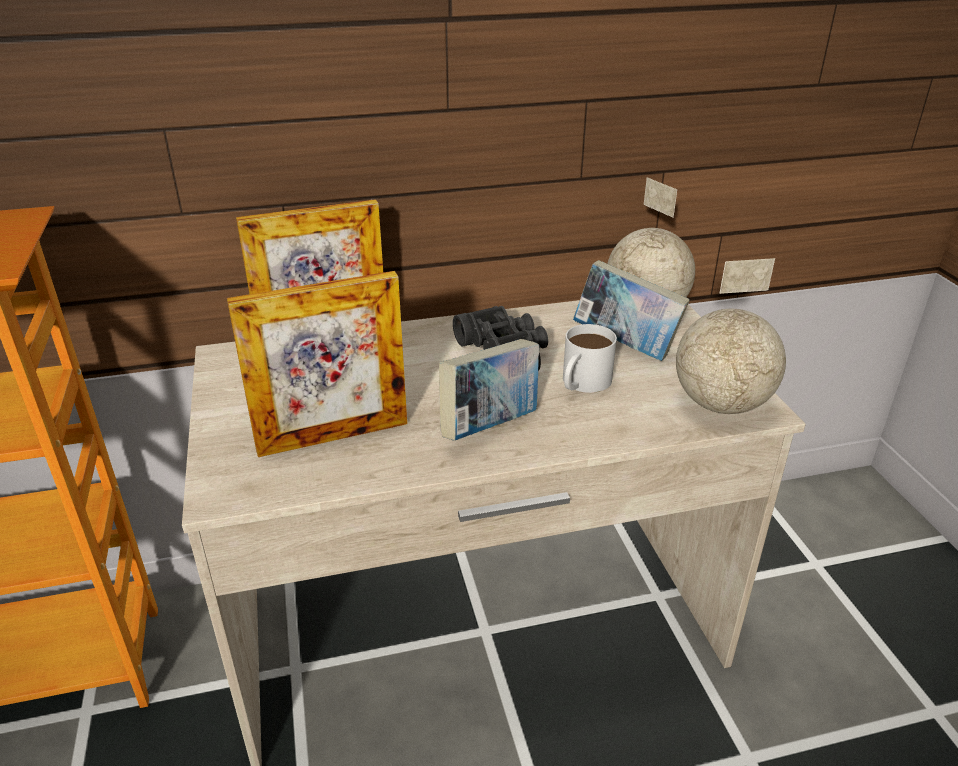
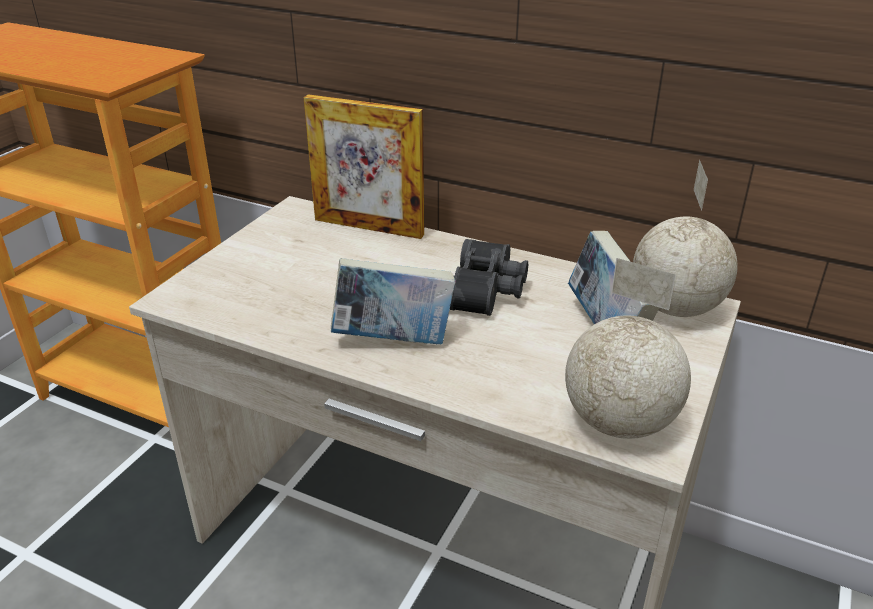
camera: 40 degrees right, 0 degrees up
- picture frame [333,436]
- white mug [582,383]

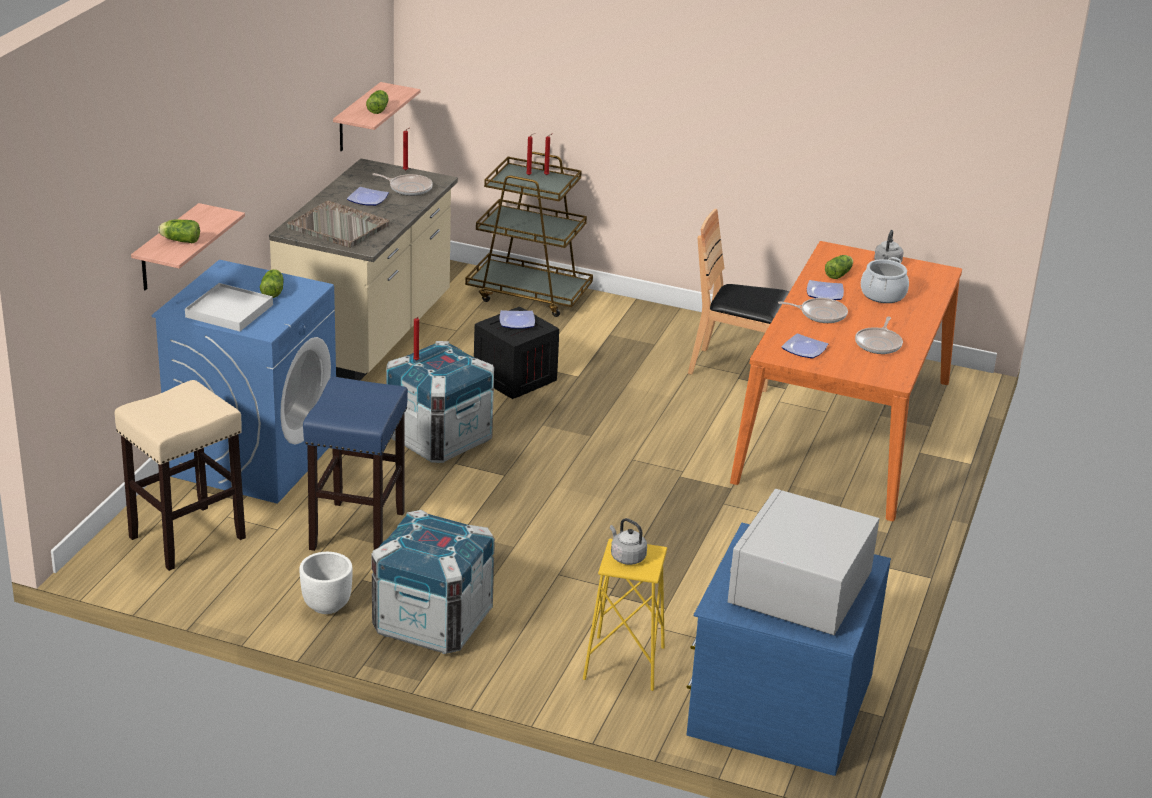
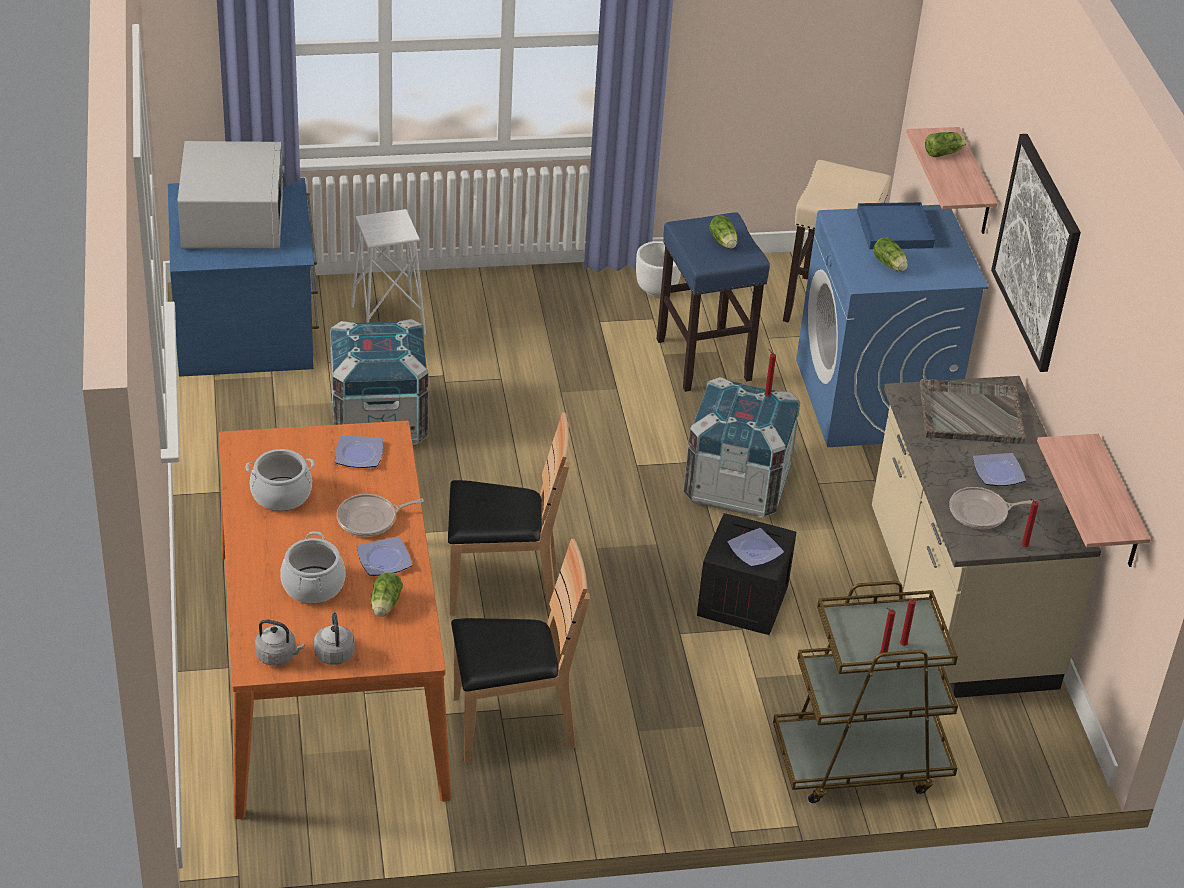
camera: 150 degrees right, 10 degrees up
+ brown chair [501,587]
+ picture [1037,252]
~ lettuce [378,109] to [724,242]
~ crate [433,622] to [379,421]
~ grey kettle [626,557] to [278,656]
~ frying pan [879,343] to cooking pot [281,495]
~ white tray [229,311] to blue tray [894,229]
~ yellow stool [624,663] to white stool [388,320]

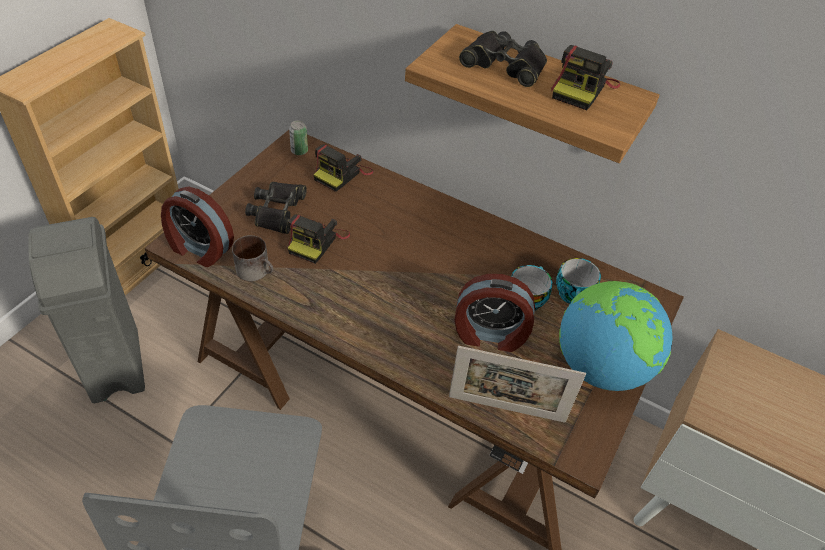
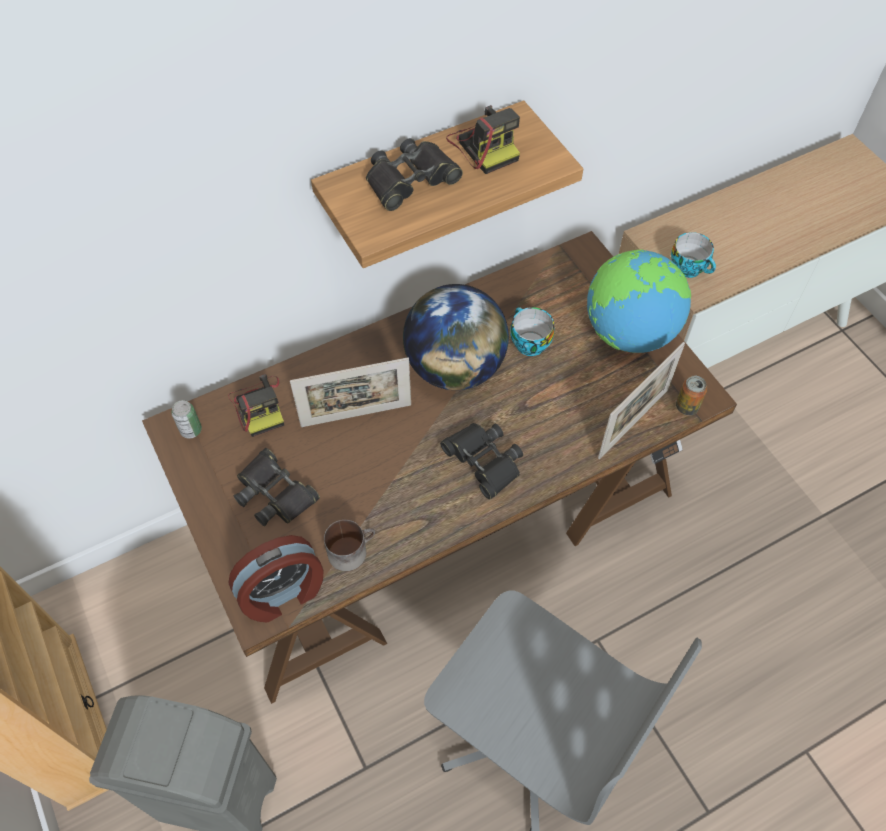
camera: 55 degrees left, 10 degrees up
- photo camera [317,241]
- alarm clock [490,334]
+ picture frame [356,415]
+ globe [455,368]
+ black binoculars [483,461]
+ can [687,406]
~ cup [574,296] to [689,268]

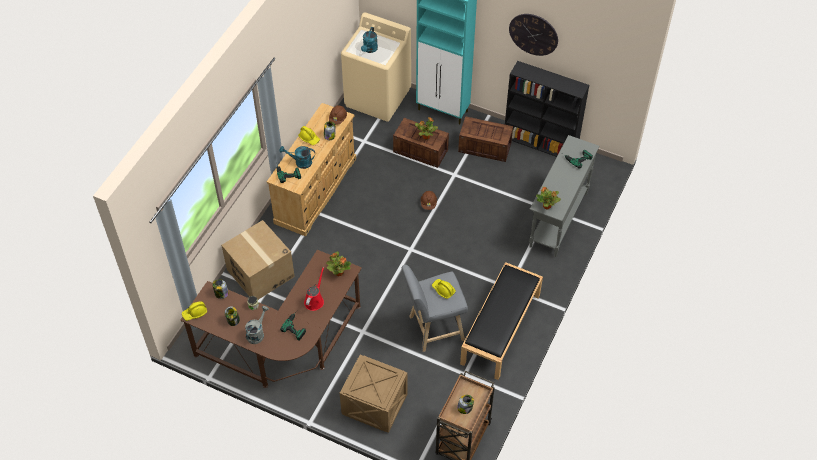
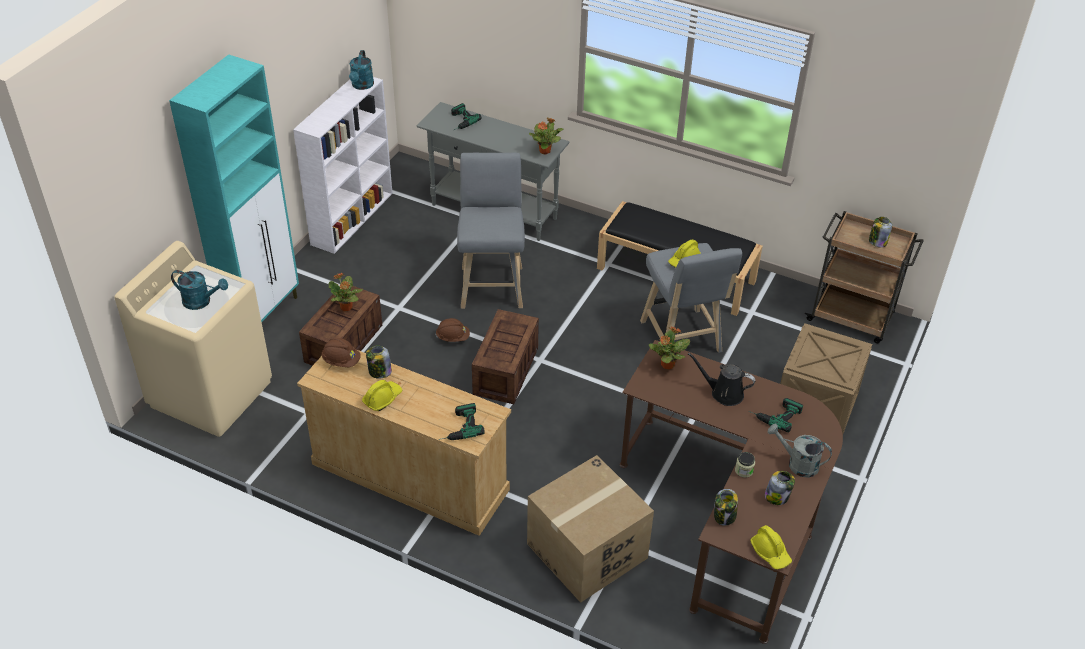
camera: 90 degrees left, 10 degrees down
- wall clock [533,34]
+ grey stool [492,284]
~ turquoise watering can [300,162] to [362,86]
~ crate [485,147] to [506,370]
~ red watering can [314,300] to black watering can [723,393]
~ black bookcase [541,143] to white bookcase [352,218]

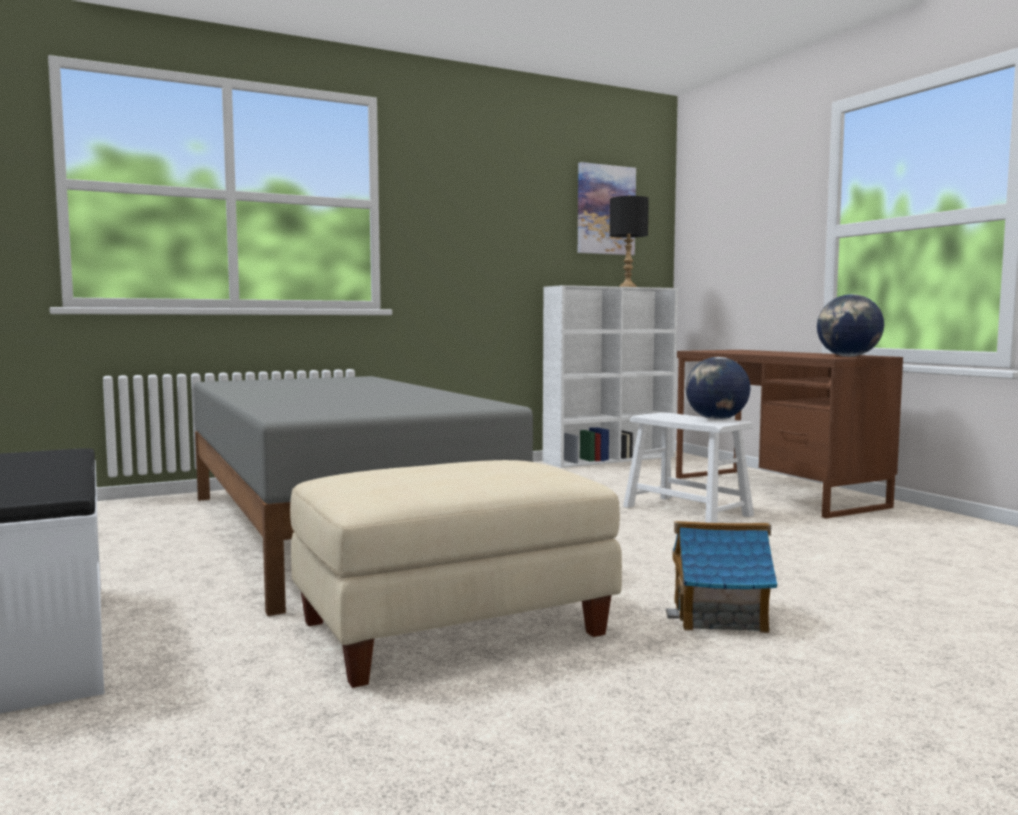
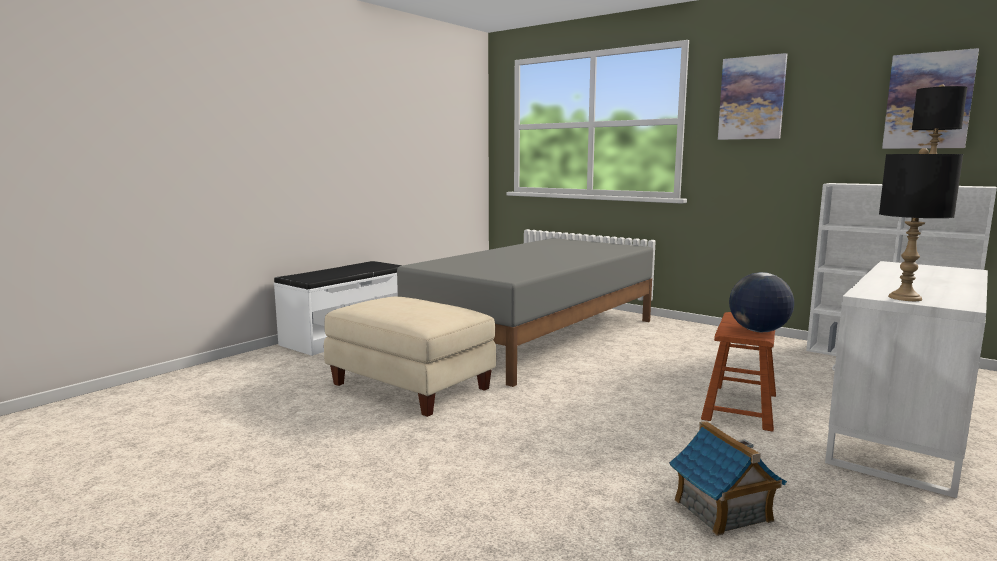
camera: 65 degrees right, 5 degrees up
+ picture [752,98]
~ toy house [720,616] to [722,511]
~ globe [848,356] to black table lamp [904,298]
~ white stool [687,511] to brown stool [740,406]
~ brown desk [775,491] to white desk [901,433]

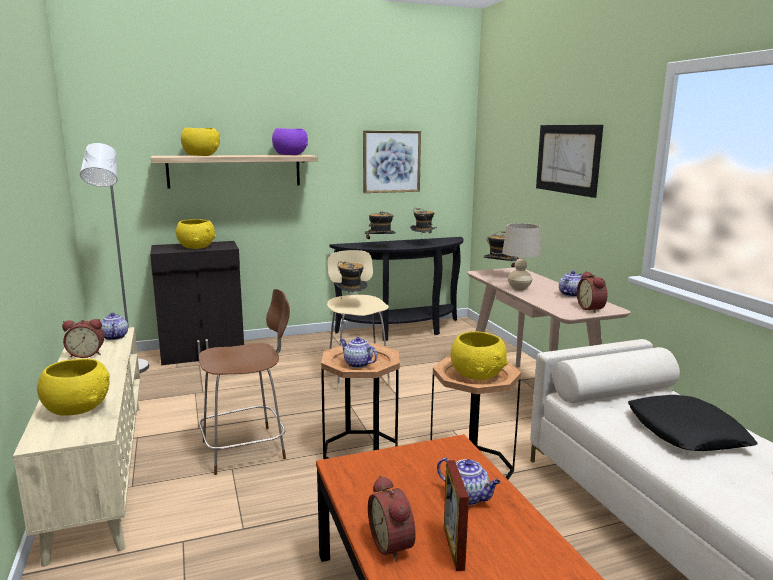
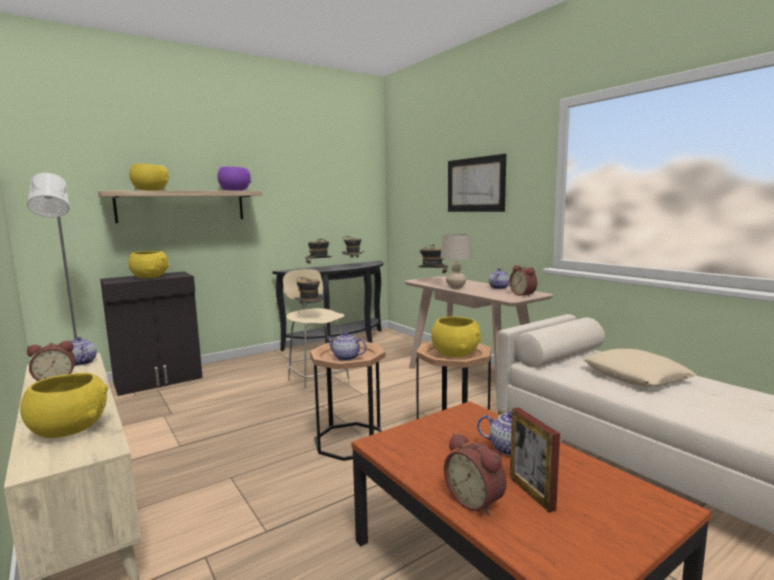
camera: 15 degrees left, 5 degrees down
- brown stool [247,449]
- picture [391,161]
~ black pillow [686,432] to beige pillow [635,376]

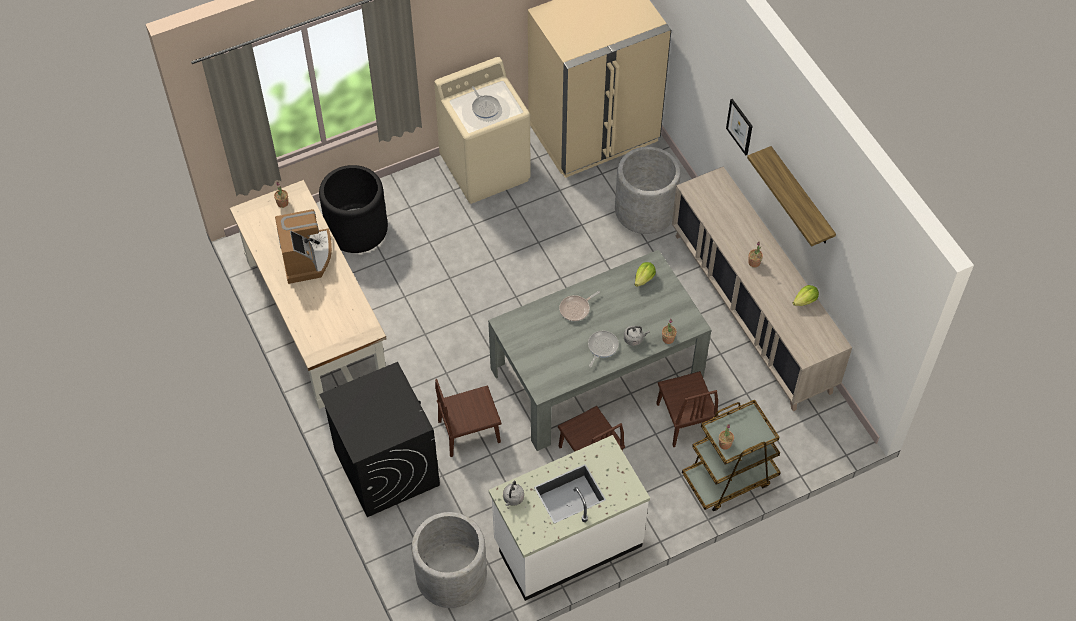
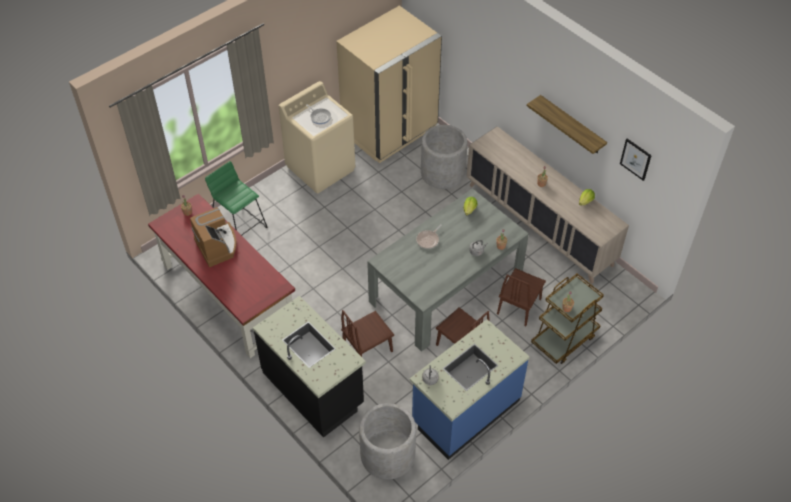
camera: 15 degrees left, 5 degrees down
- frying pan [601,347]
~ picture [740,126] to [635,159]
~ black planter [357,228] to green stool [240,227]
~ black washing machine [386,467] to black counter [313,388]
~ beige desk [315,319] to red desk [227,295]
~ white counter [567,543] to blue counter [465,411]
~ brown chair [684,419] = [519,306] 60 degrees clockwise

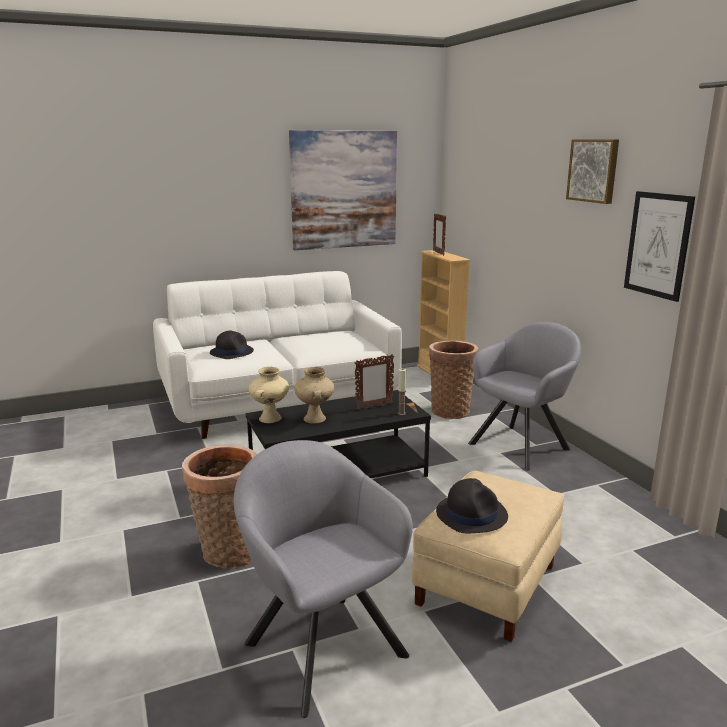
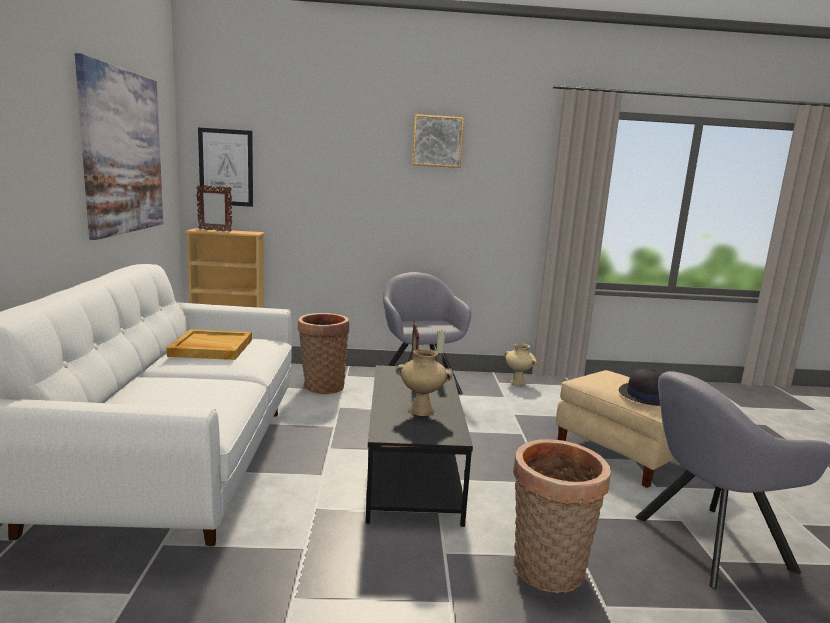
camera: 70 degrees left, 5 degrees down
- black hat [231,352]
+ beige tray [211,348]
~ beige vase [270,419] to [518,382]
~ picture [657,245] to [226,167]

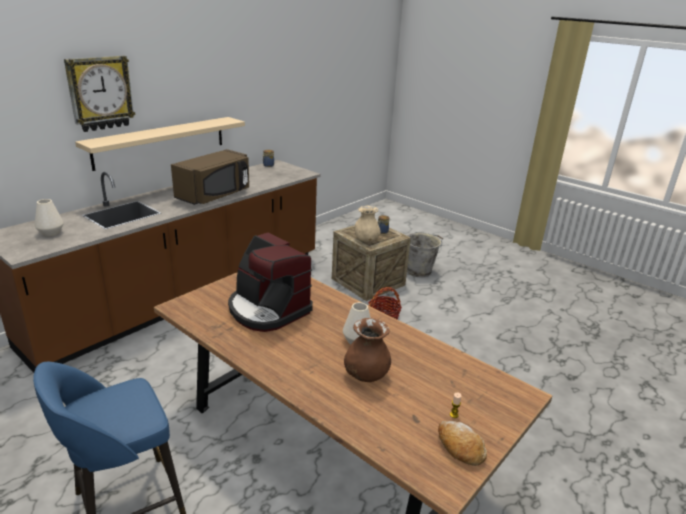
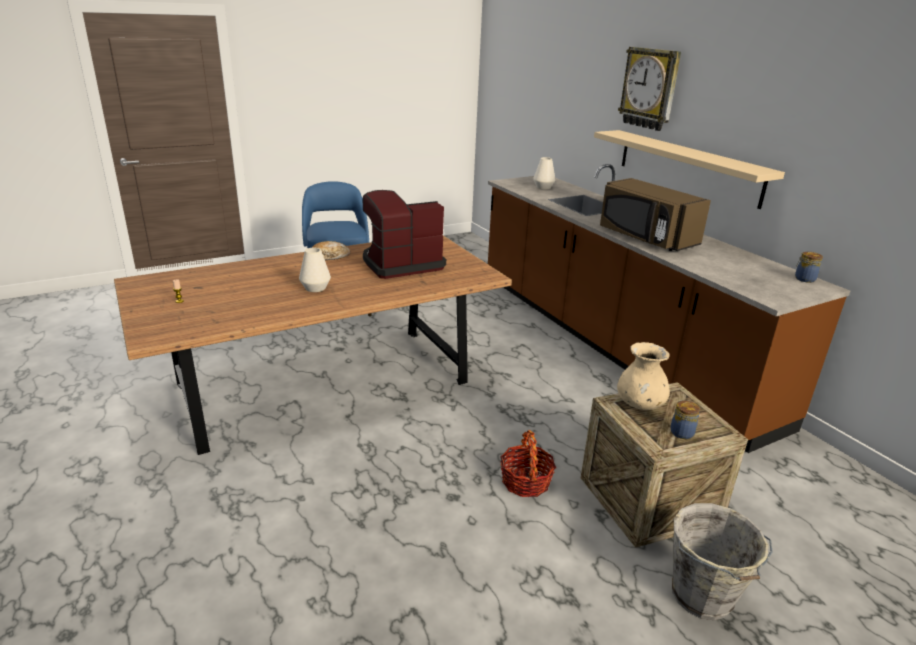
camera: 110 degrees right, 0 degrees up
- brown vase [366,375]
~ bread [459,447] to [329,257]

